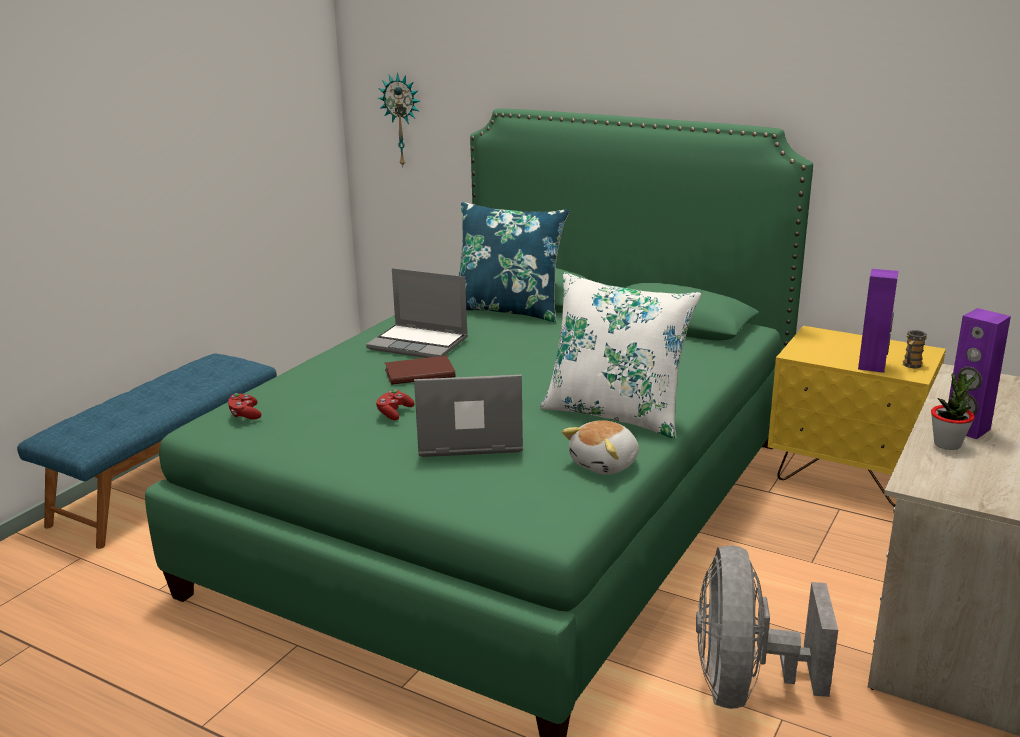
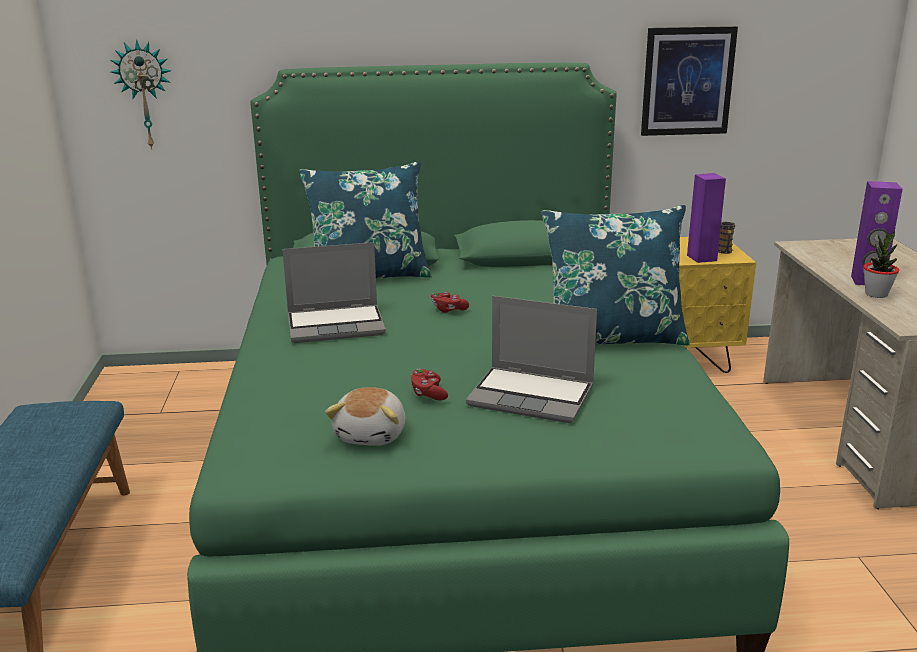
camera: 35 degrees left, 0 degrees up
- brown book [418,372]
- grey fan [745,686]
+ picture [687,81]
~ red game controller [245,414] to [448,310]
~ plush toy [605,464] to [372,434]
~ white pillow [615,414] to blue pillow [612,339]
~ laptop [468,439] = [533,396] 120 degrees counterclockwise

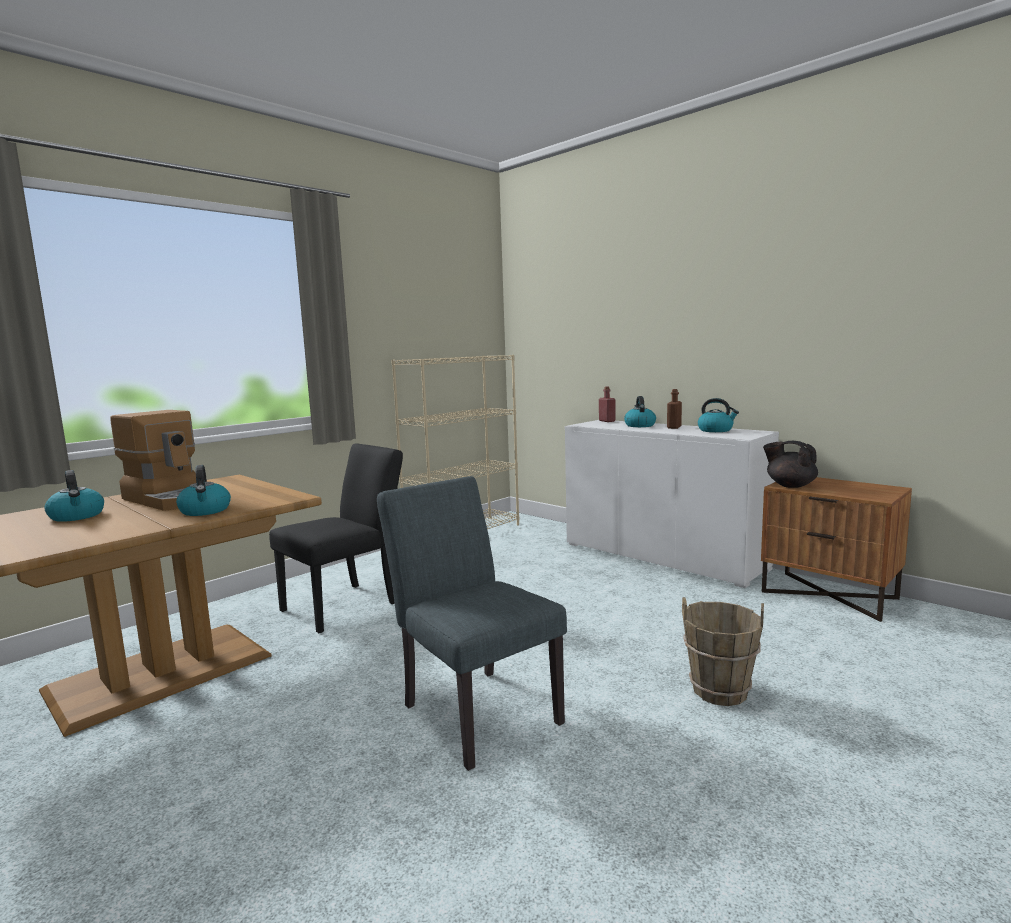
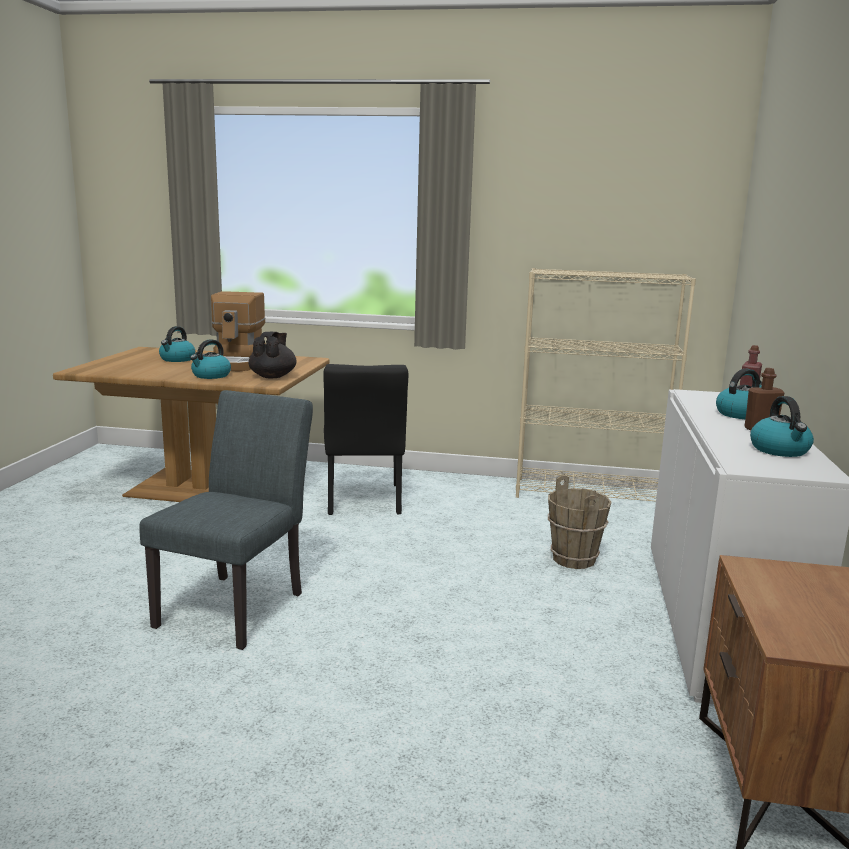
camera: 55 degrees right, 5 degrees up
~ brown bucket [719,690] to [574,559]
~ black teapot [790,485] to [273,376]
~ black chair [347,604] = [364,502] 75 degrees clockwise

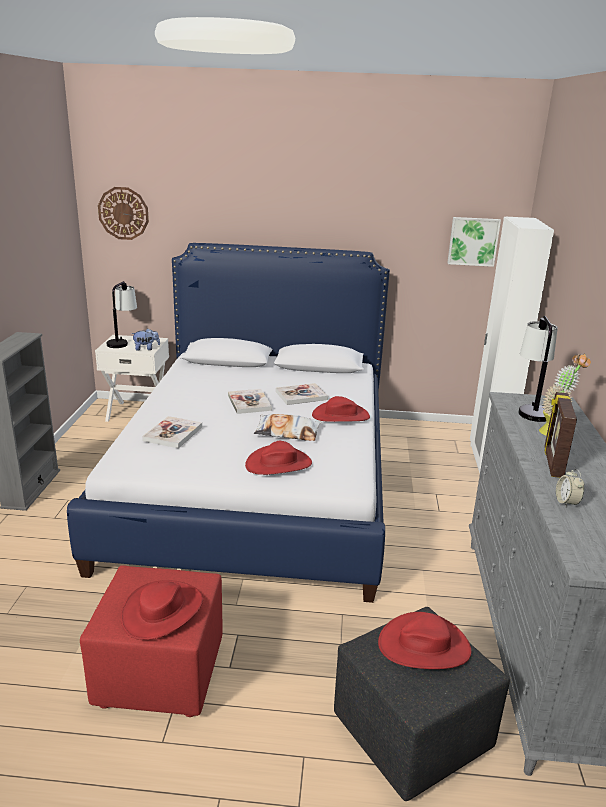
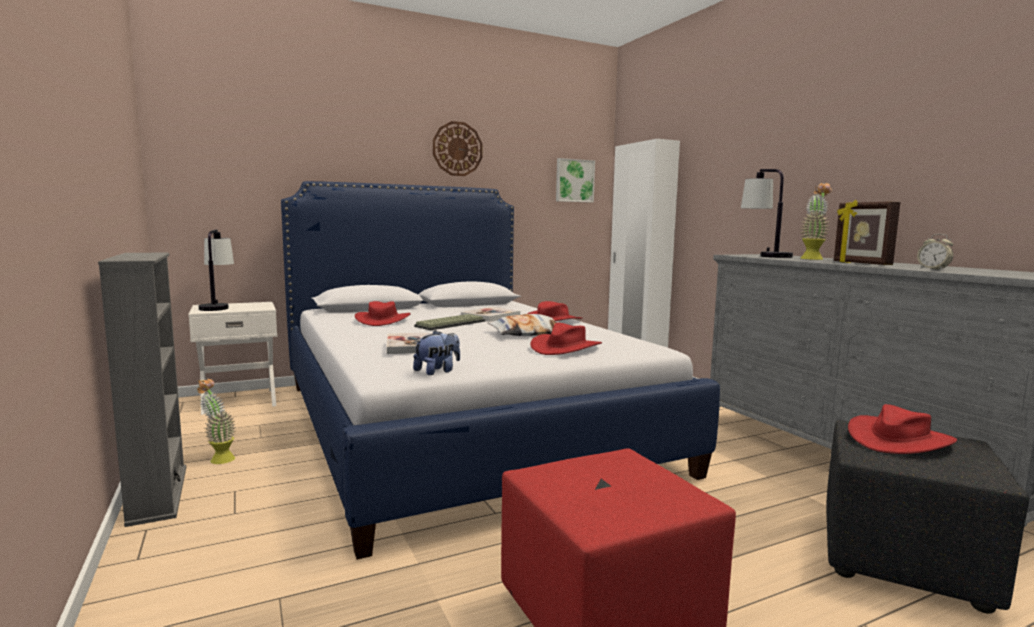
camera: 30 degrees left, 15 degrees down
+ potted plant [218,458]
~ wall clock [123,213] to [457,149]
~ red hat [163,611] to [383,320]
~ plush toy [146,349] to [437,371]
~ book [249,403] to keyboard [450,323]

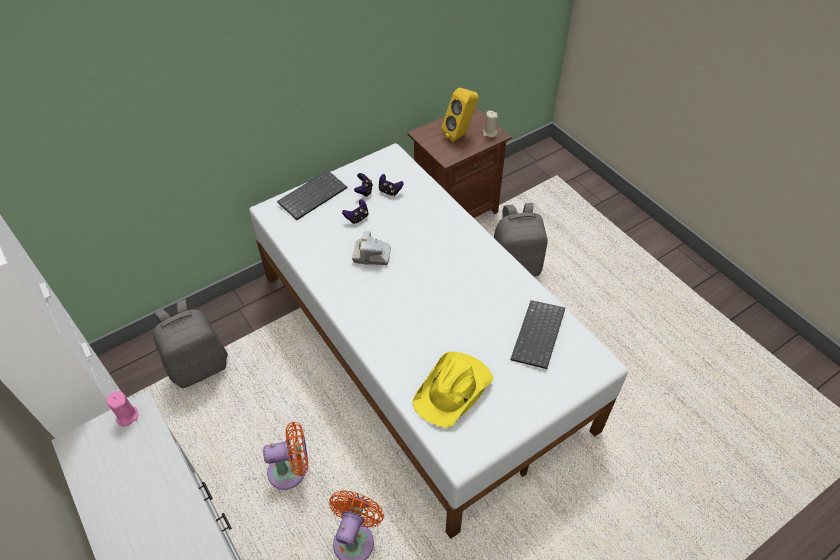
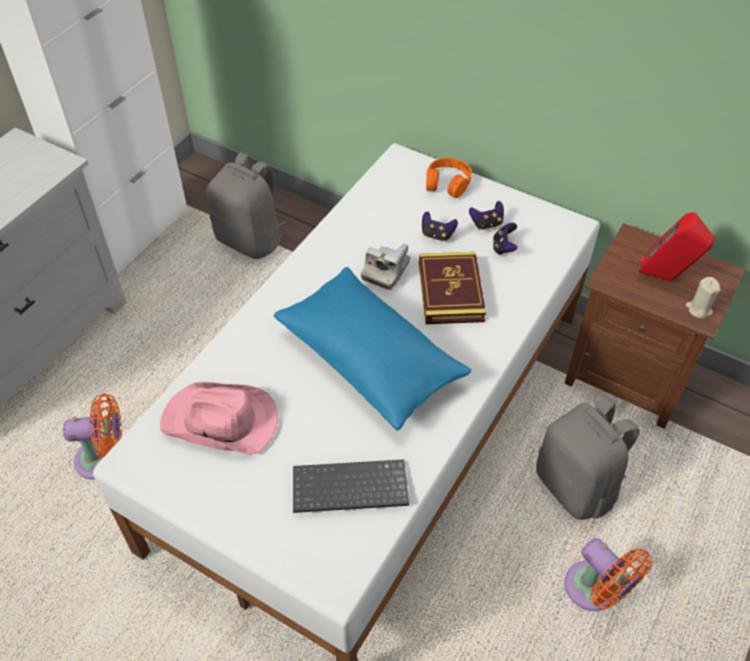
camera: 65 degrees right, 0 degrees up
- pink candle [127,416]
+ blue pillow [370,360]
+ book [450,291]
~ orange fan [291,470] to [595,591]
~ keyboard [312,195] to orange headphones [447,183]
~ yellow hat [453,390] to pink hat [221,422]
~ yellow speaker [460,134] to red speaker [666,278]
~ photo camera [372,255] = [386,271] 135 degrees counterclockwise

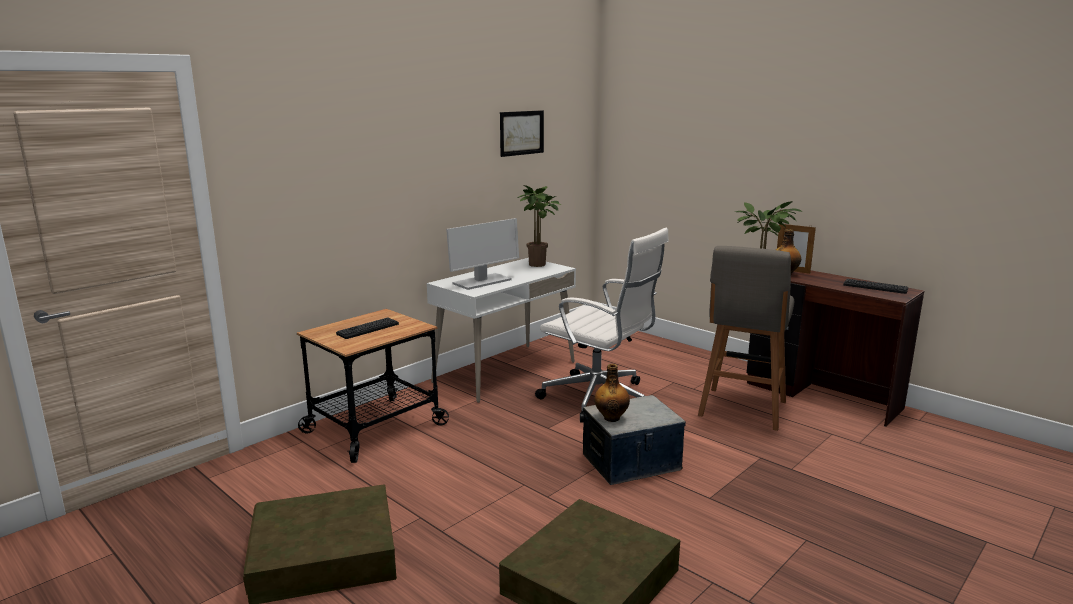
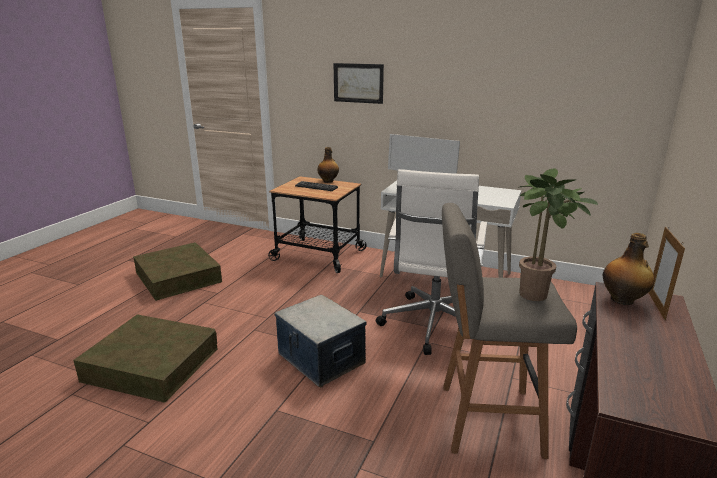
camera: 70 degrees right, 5 degrees up
- potted plant [538,265]
- keyboard [875,287]
~ picture [521,133] to [358,83]
~ bottle [611,417] to [328,181]

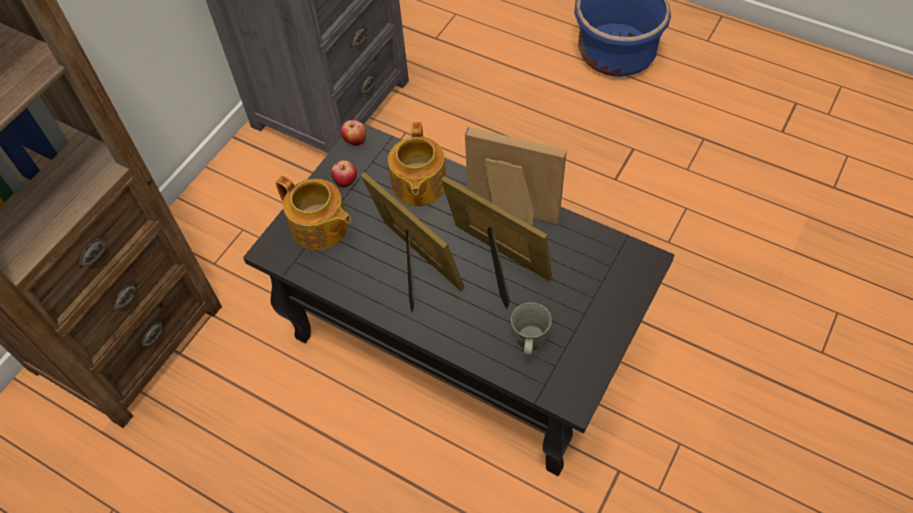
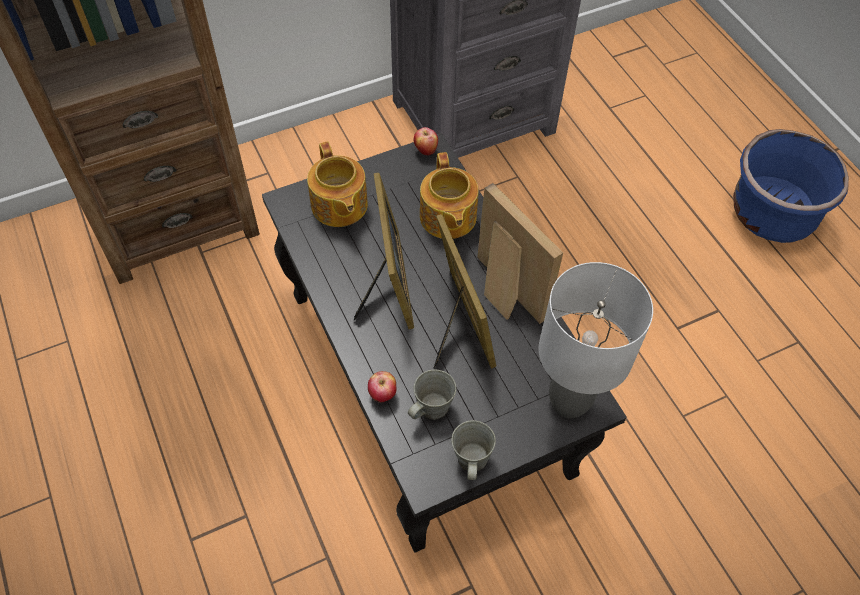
camera: 30 degrees right, 0 degrees up
+ grey mug [471,460]
+ grey table lamp [570,401]
~ apple [346,182] to [383,394]
~ teapot [418,185] = [447,218] 45 degrees counterclockwise

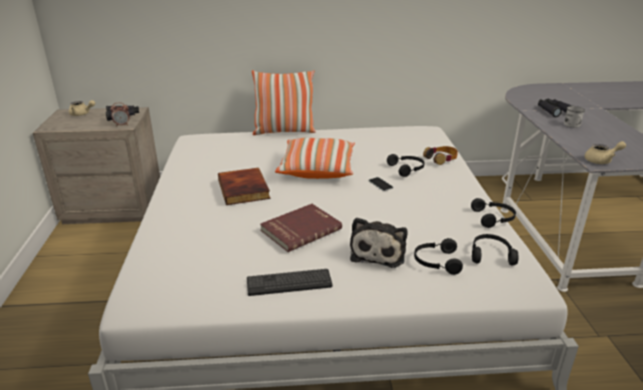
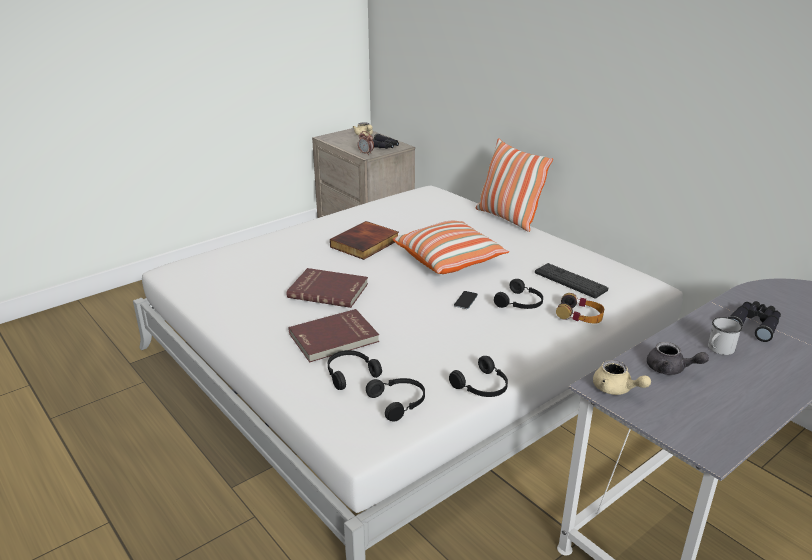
camera: 55 degrees right, 0 degrees up
+ grey teapot [670,369]
~ keyboard [289,283] to [570,281]
~ plush toy [378,252] to red book [334,338]

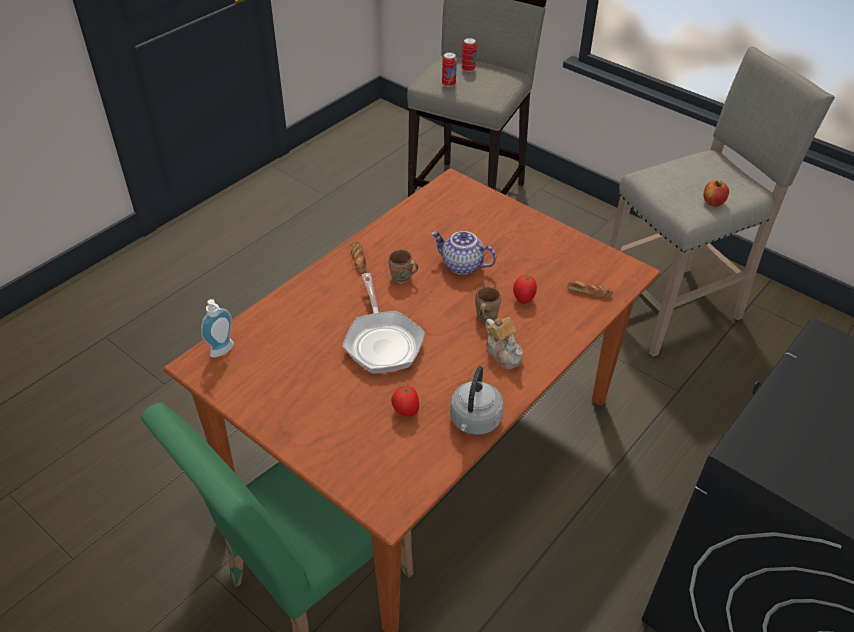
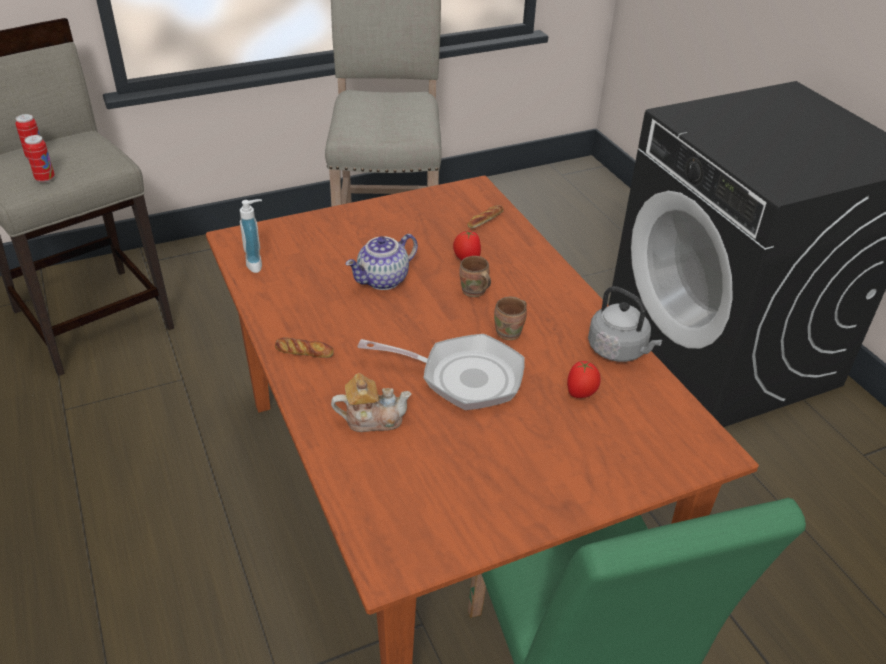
camera: 65 degrees left, 5 degrees down
- apple [713,202]
~ soap dispenser [224,351] to [257,264]
~ brown mug [402,278] to [510,333]
~ teapot [503,353] to [372,419]

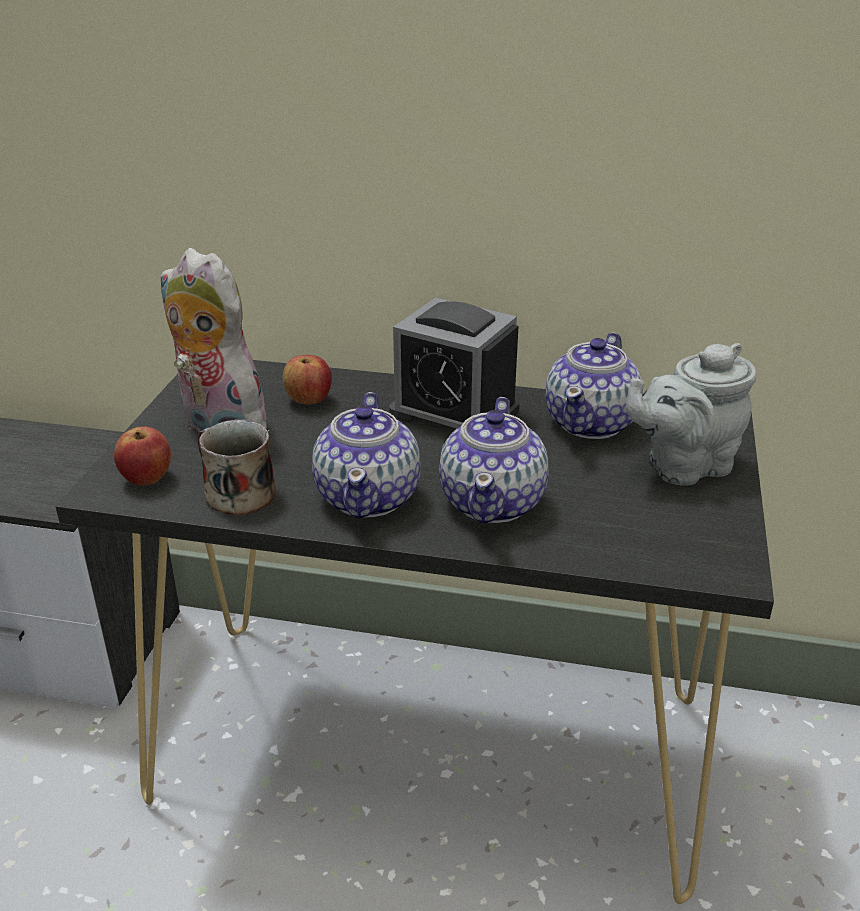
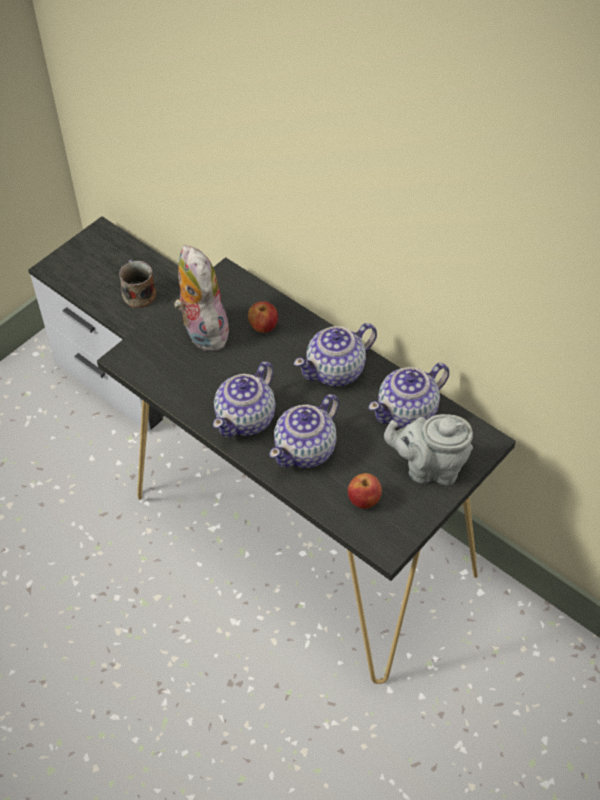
camera: 30 degrees right, 20 degrees up
~ apple [147,479] to [364,500]
~ mug [236,493] to [138,293]
~ alarm clock [454,412] to teapot [336,371]

